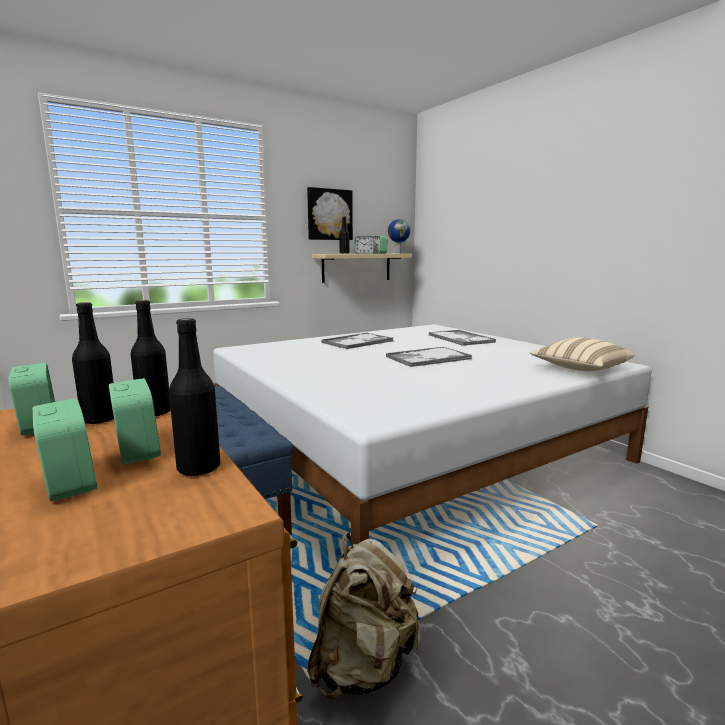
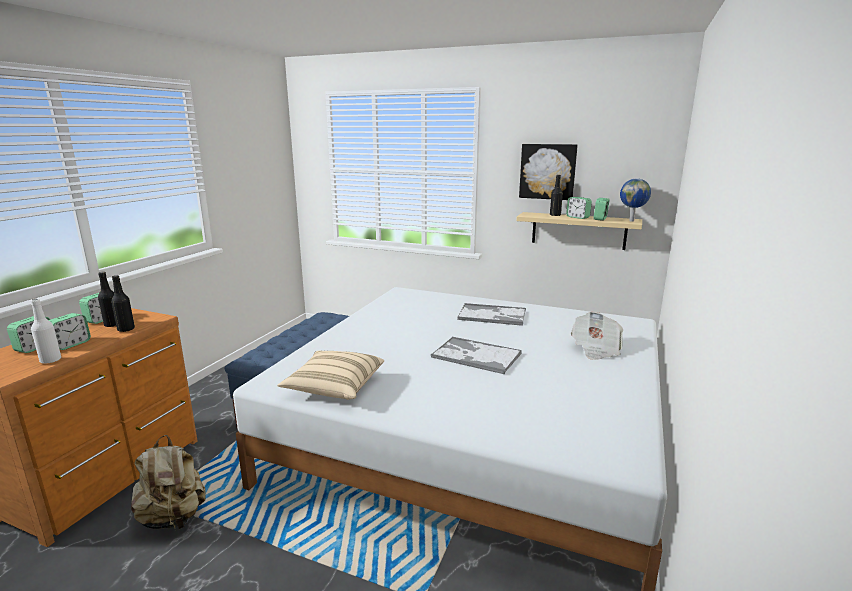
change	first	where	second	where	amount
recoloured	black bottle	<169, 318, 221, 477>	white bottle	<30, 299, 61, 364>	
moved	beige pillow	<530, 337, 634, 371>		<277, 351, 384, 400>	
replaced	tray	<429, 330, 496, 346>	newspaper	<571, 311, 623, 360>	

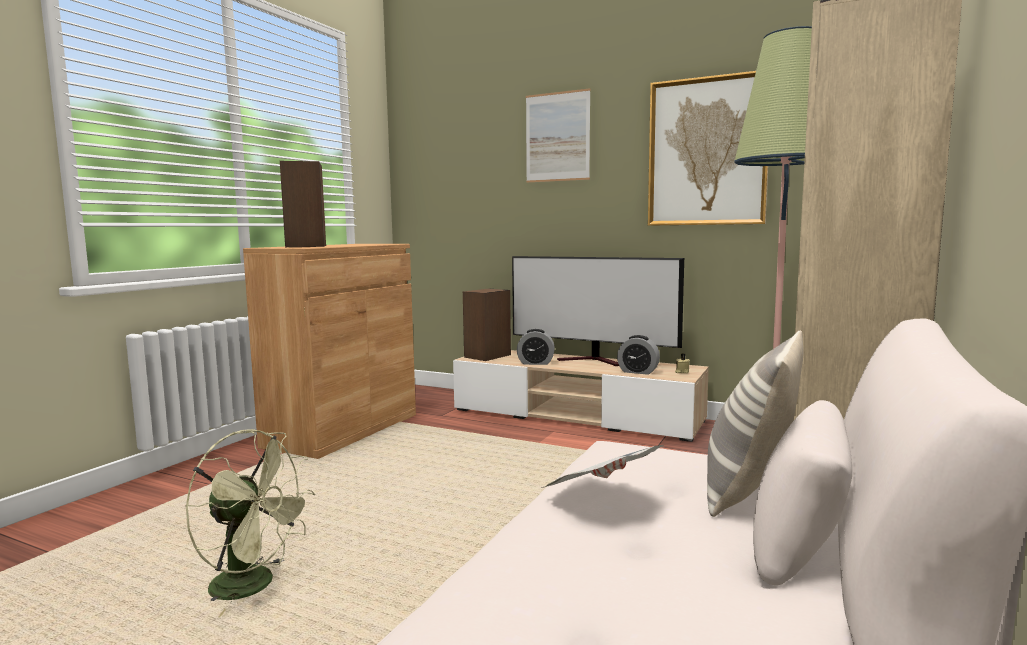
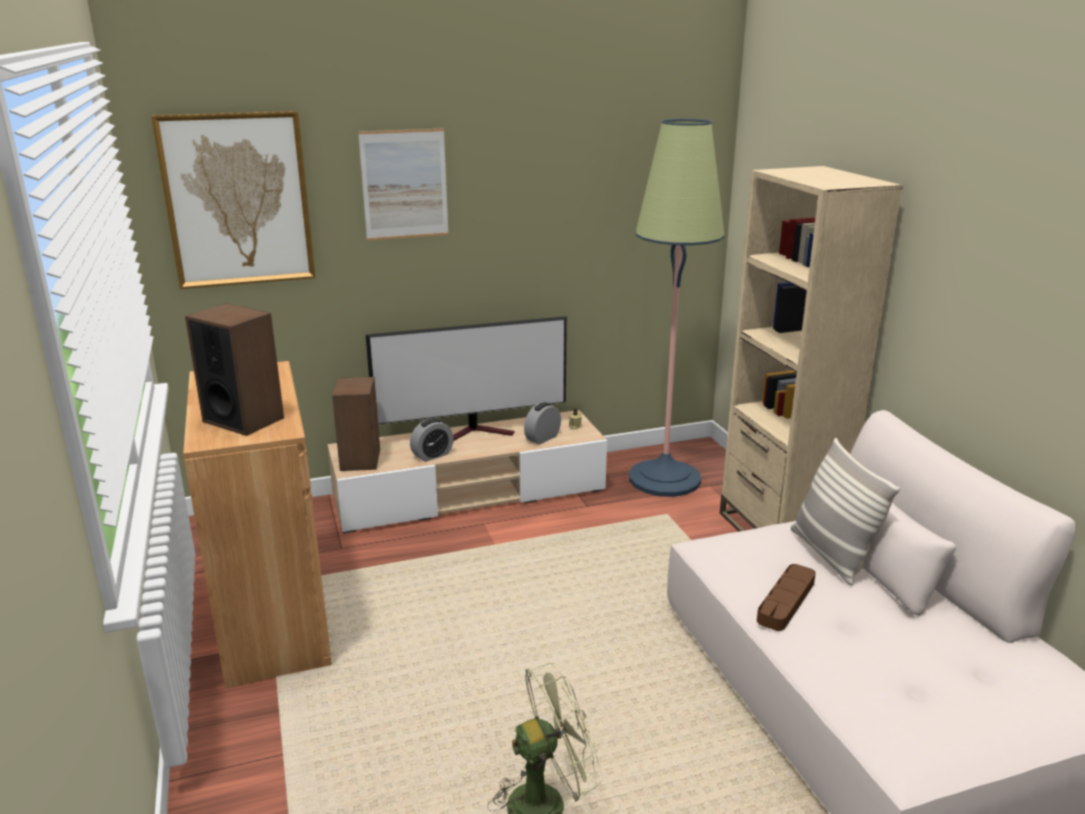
change	first	where	second	where	amount
moved	picture	<648, 71, 768, 226>		<151, 111, 315, 289>	
turned	alarm clock	<617, 335, 660, 375>		<524, 402, 561, 445>	150 degrees clockwise
replaced	newspaper	<541, 445, 664, 488>	brown tray	<757, 564, 816, 631>	

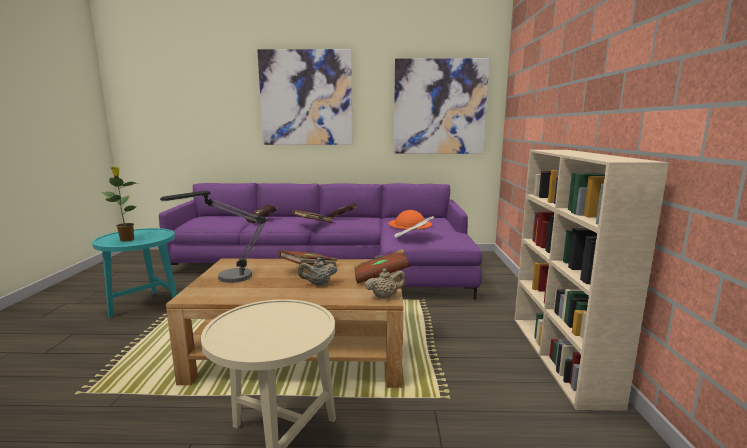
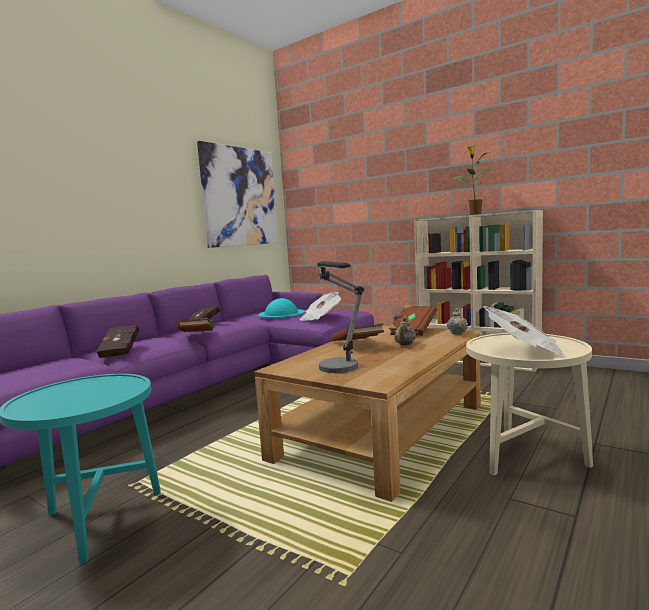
change	first	where	second	where	amount
recoloured	orange hat	<388, 210, 432, 229>	turquoise hat	<258, 298, 305, 318>	
moved	potted plant	<102, 167, 138, 242>		<451, 146, 493, 215>	
added			newspaper	<483, 306, 566, 356>	
removed	picture	<257, 49, 353, 145>			

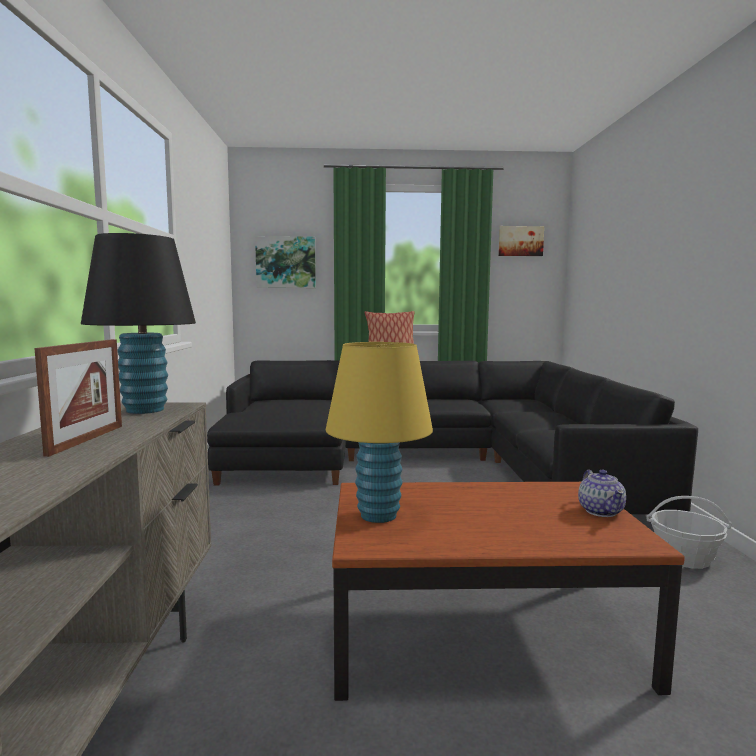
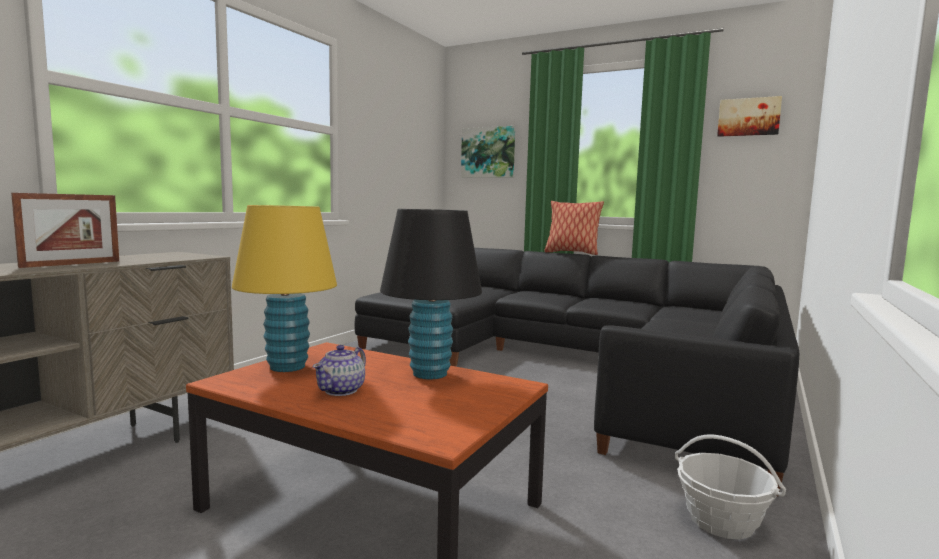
change	first	where	second	where	amount
moved	teapot	<578, 470, 626, 517>		<312, 345, 366, 396>	
moved	black table lamp	<81, 233, 196, 414>		<380, 209, 482, 379>	

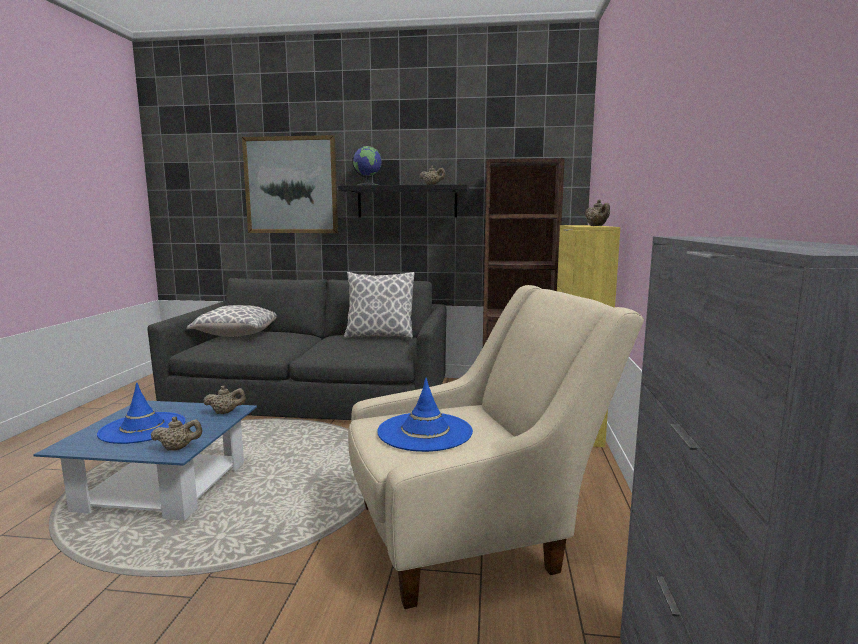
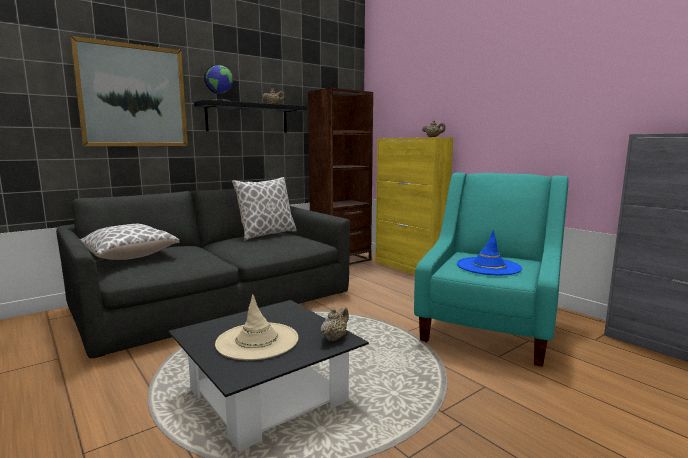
change	first	where	second	where	amount
recoloured	blue coffee table	<33, 401, 257, 521>	black coffee table	<169, 300, 369, 452>	
recoloured	blue hat	<97, 382, 185, 444>	beige hat	<215, 294, 298, 360>	
recoloured	beige armchair	<348, 285, 644, 609>	turquoise armchair	<414, 173, 568, 367>	
removed	beige teapot	<203, 385, 246, 414>			

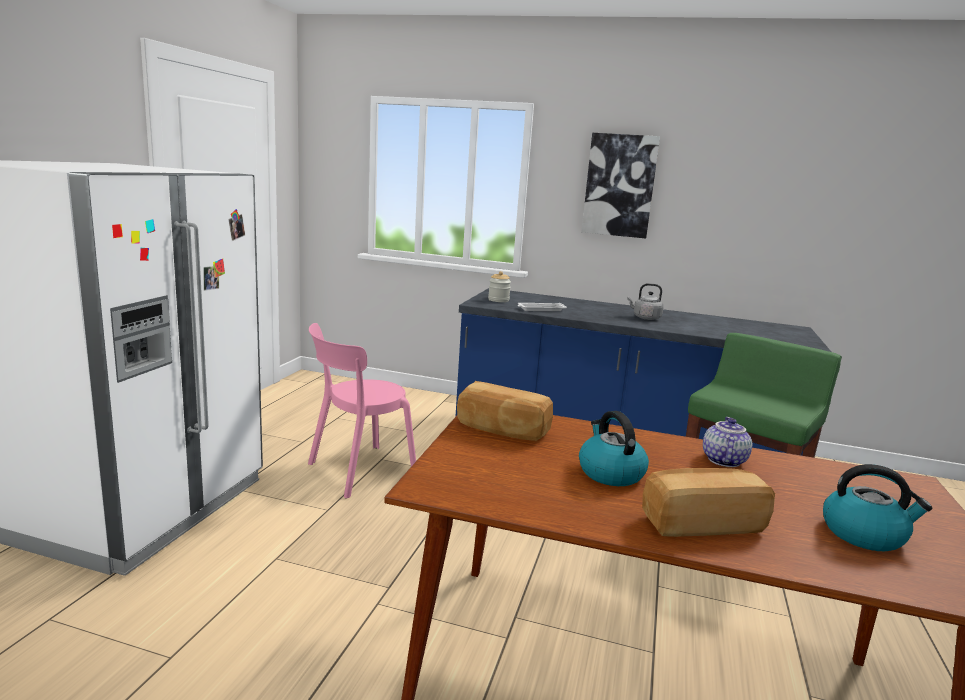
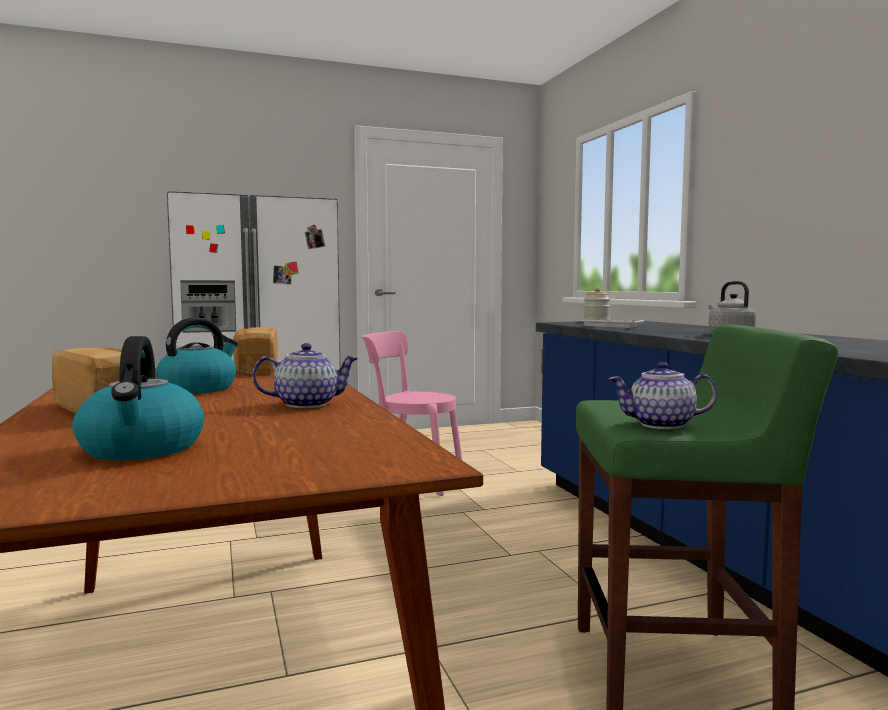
change	first	where	second	where	amount
added			teapot	<608, 362, 717, 429>	
removed	picture	<581, 133, 660, 238>			

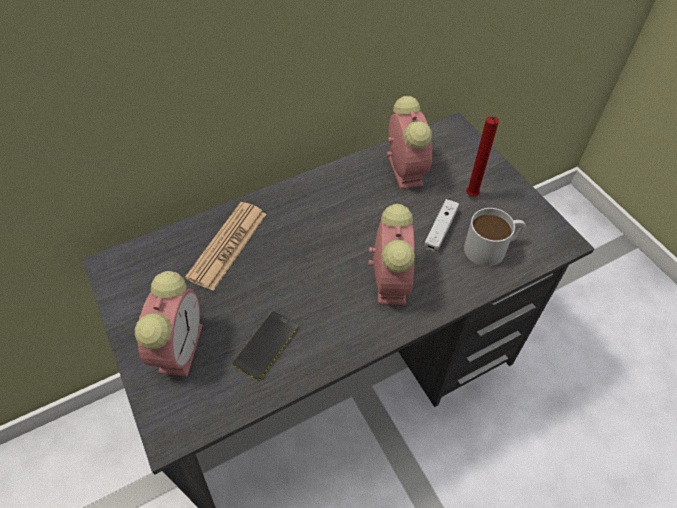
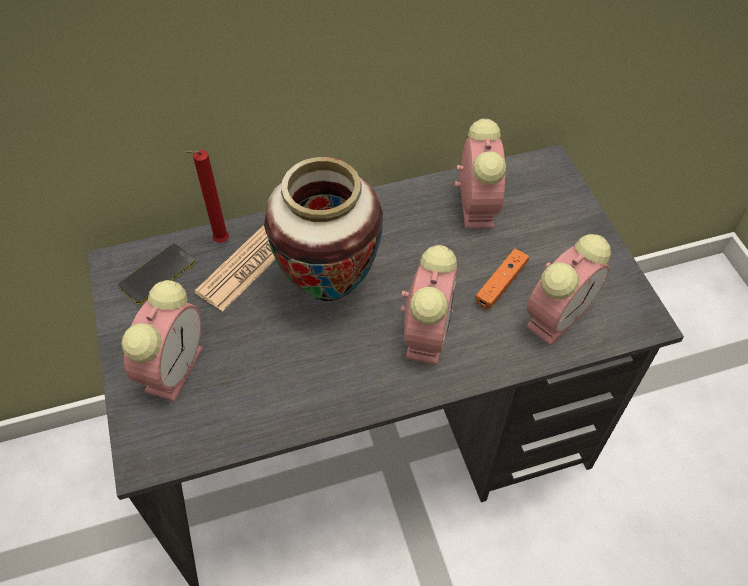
change	first	where	second	where	amount
moved	phone	<233, 311, 298, 381>		<118, 243, 195, 305>	
moved	red candle	<466, 116, 499, 197>		<185, 150, 229, 243>	
added			vase	<264, 157, 383, 301>	
recoloured	white game controller	<424, 199, 459, 253>	orange game controller	<475, 249, 529, 310>	
replaced	white mug	<464, 208, 526, 266>	alarm clock	<525, 234, 611, 346>	

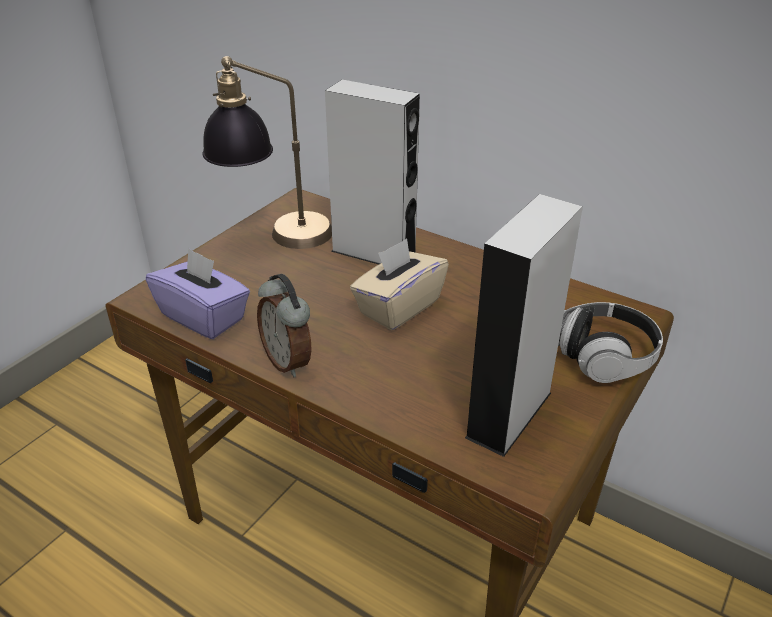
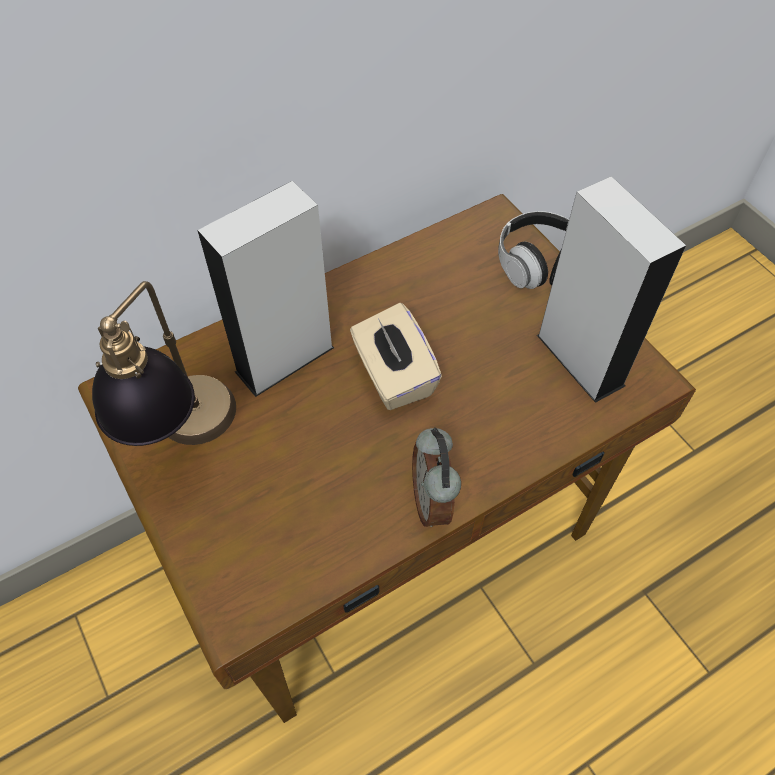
change	first	where	second	where	amount
turned	alarm clock	<257, 274, 312, 377>		<412, 427, 461, 527>	90 degrees clockwise
removed	purple tissue box	<146, 248, 250, 339>			

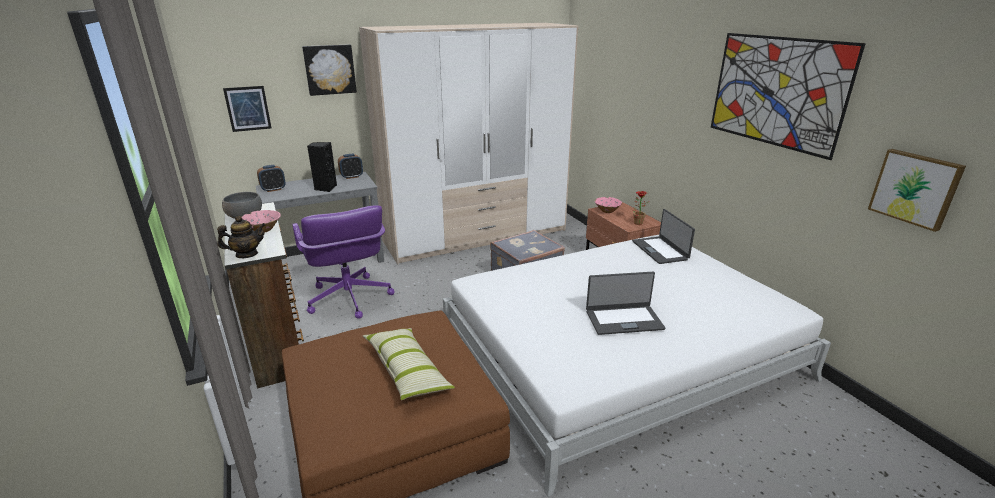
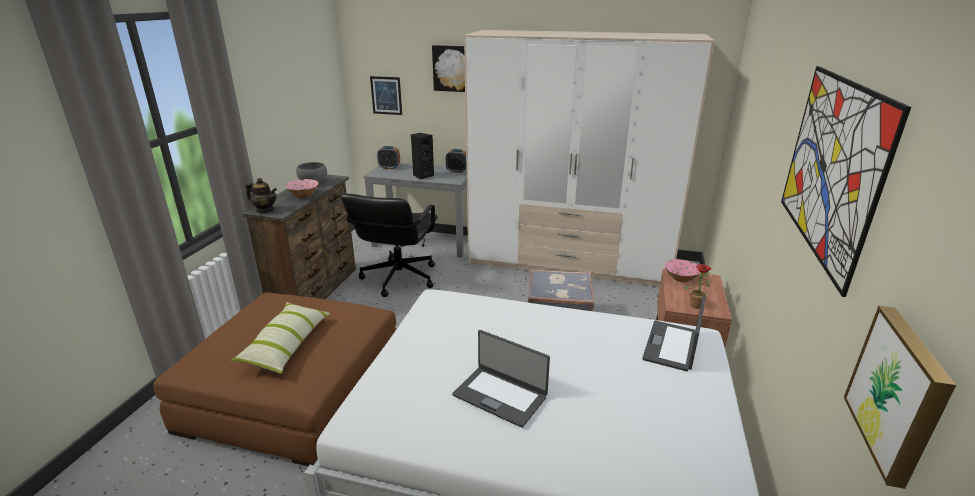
change	first	where	second	where	amount
recoloured	purple office chair	<292, 205, 395, 319>	black office chair	<341, 194, 438, 297>	

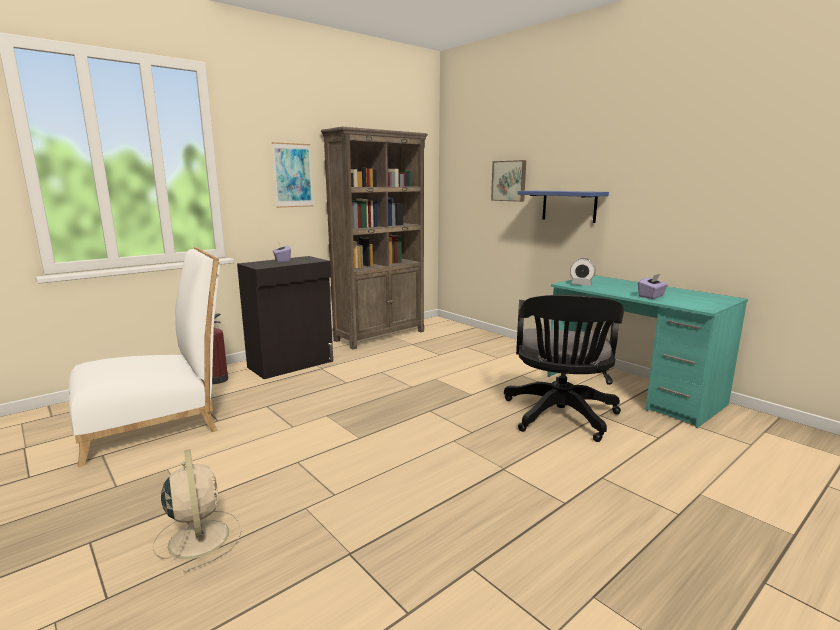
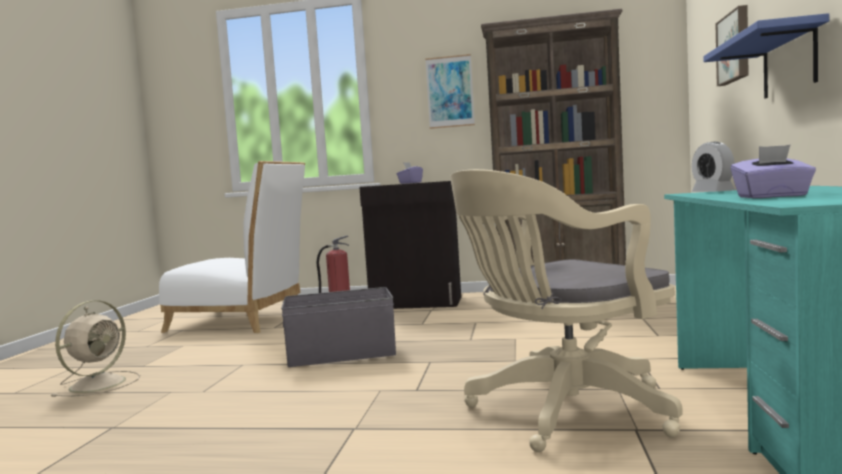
change	first	where	second	where	amount
added			grey storage box	<281, 287, 396, 367>	
recoloured	black office chair	<504, 295, 624, 442>	beige office chair	<450, 169, 683, 452>	

